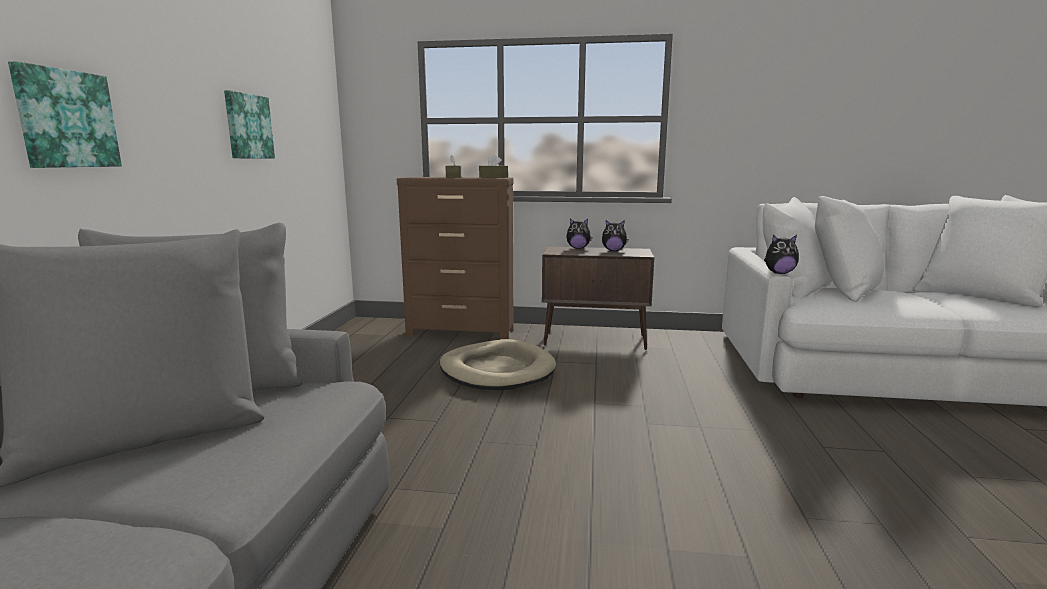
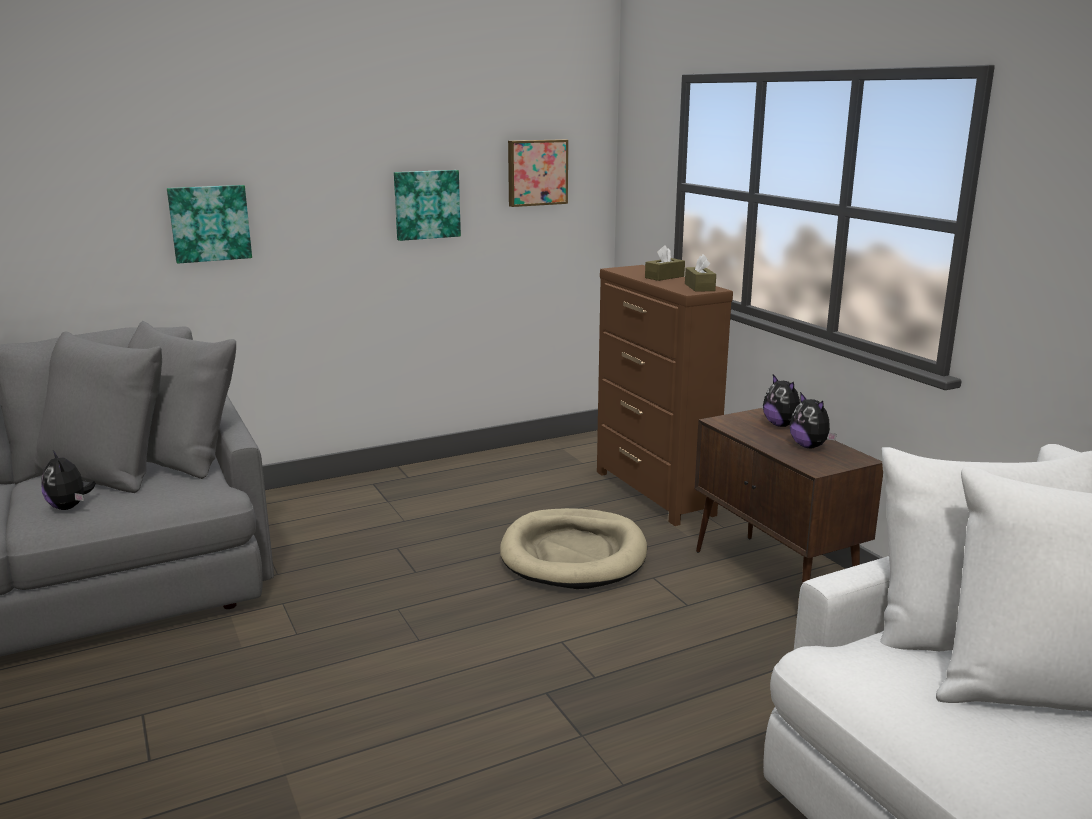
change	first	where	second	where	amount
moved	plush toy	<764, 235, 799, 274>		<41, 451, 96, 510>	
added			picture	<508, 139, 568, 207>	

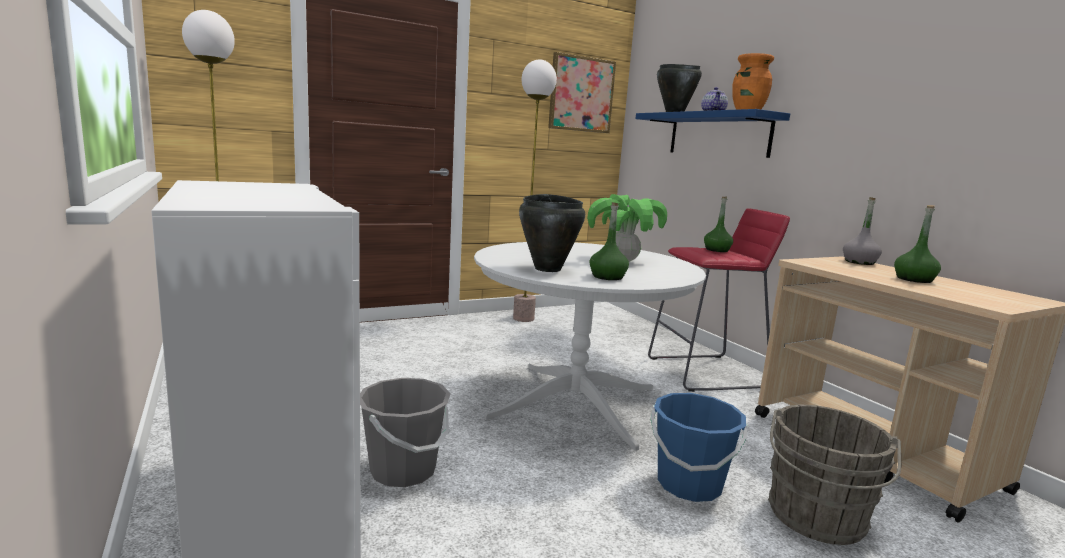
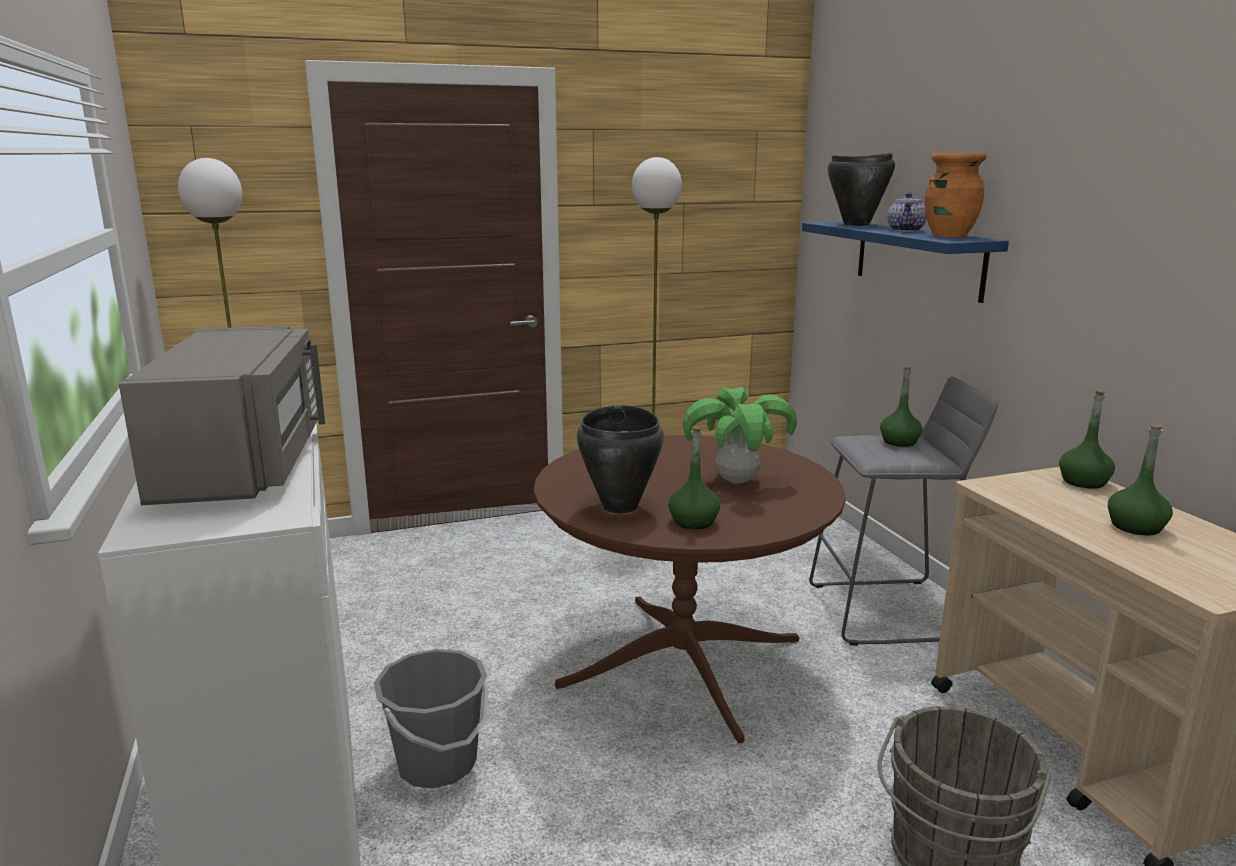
change	first	where	second	where	amount
added			grey microwave	<119, 326, 325, 505>	
recoloured	white dining table	<474, 242, 706, 451>	brown dining table	<534, 435, 846, 743>	
recoloured	red stool	<648, 208, 790, 392>	grey stool	<809, 376, 998, 646>	
recoloured	grey bottle	<843, 197, 882, 265>	green bottle	<1059, 390, 1115, 489>	
removed	picture	<548, 52, 616, 133>			
removed	blue bucket	<651, 393, 748, 502>			

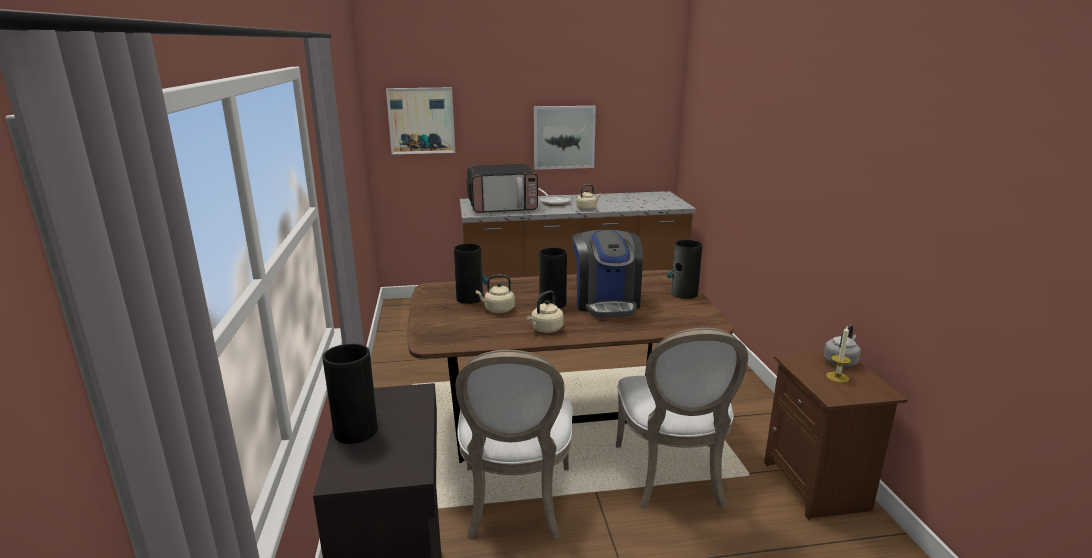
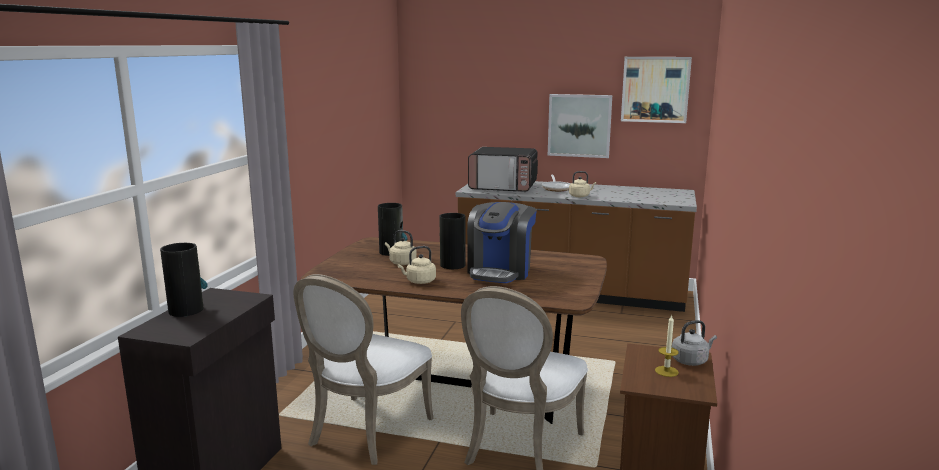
change	first	where	second	where	amount
moved	picture	<386, 88, 455, 154>		<621, 57, 692, 123>	
removed	vase	<667, 240, 702, 299>			

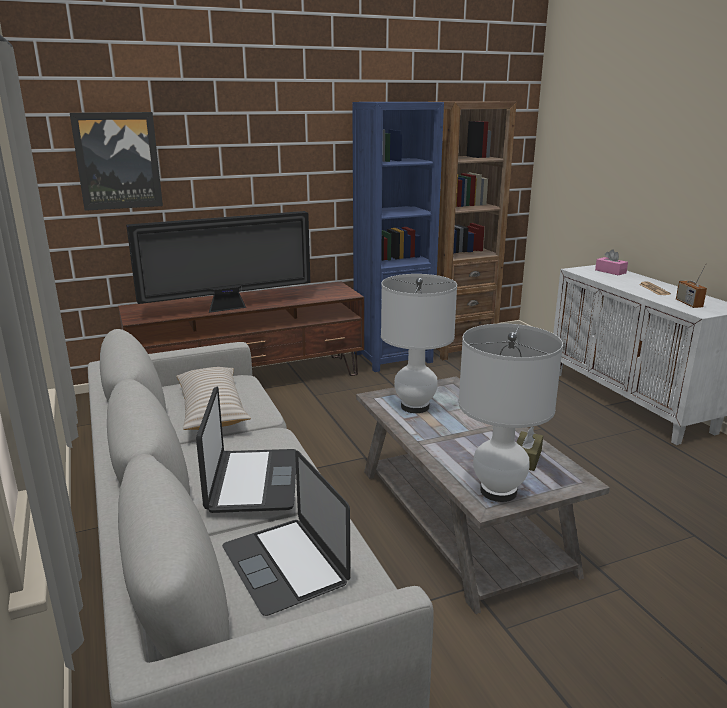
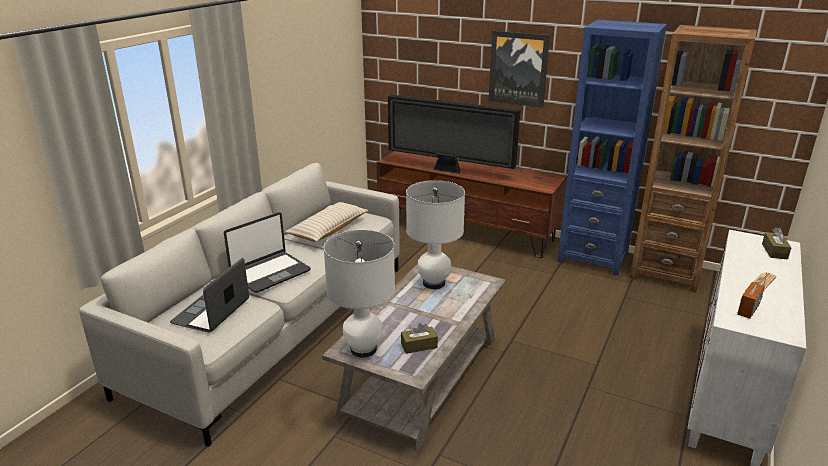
change	first	where	second	where	amount
moved	picture	<70, 112, 163, 211>		<489, 31, 550, 108>	
recoloured	pink tissue box	<595, 249, 628, 275>	brown tissue box	<762, 227, 791, 259>	

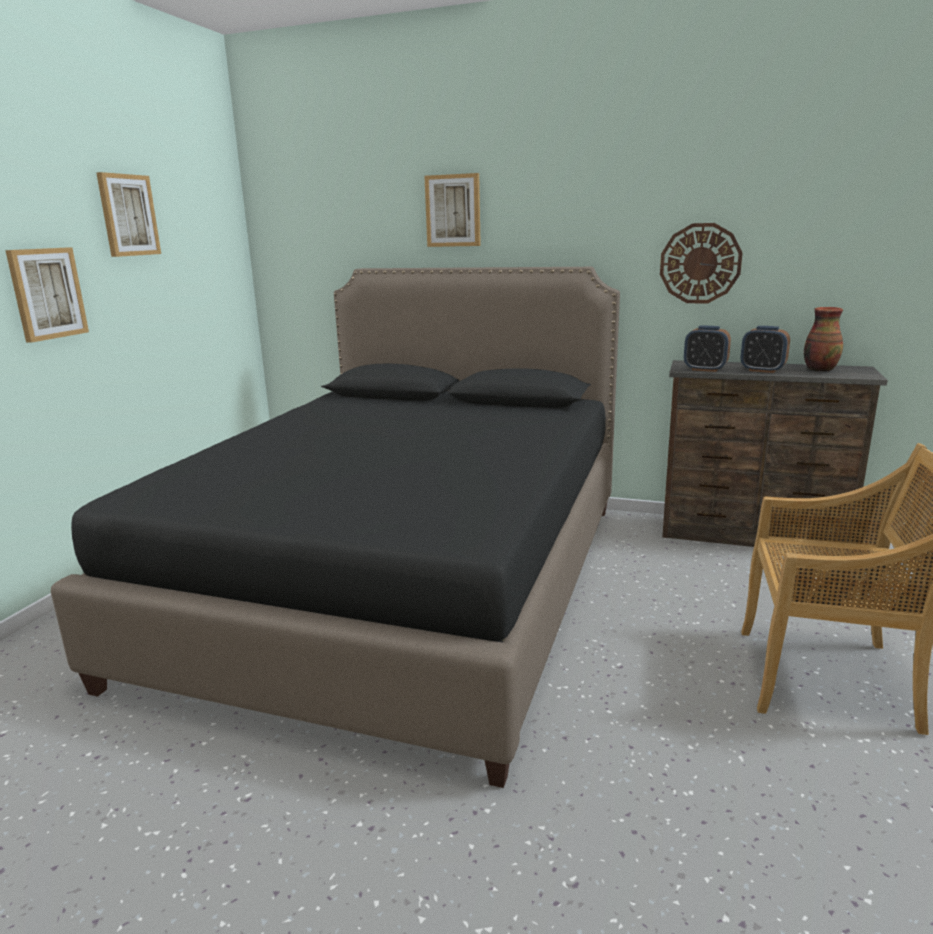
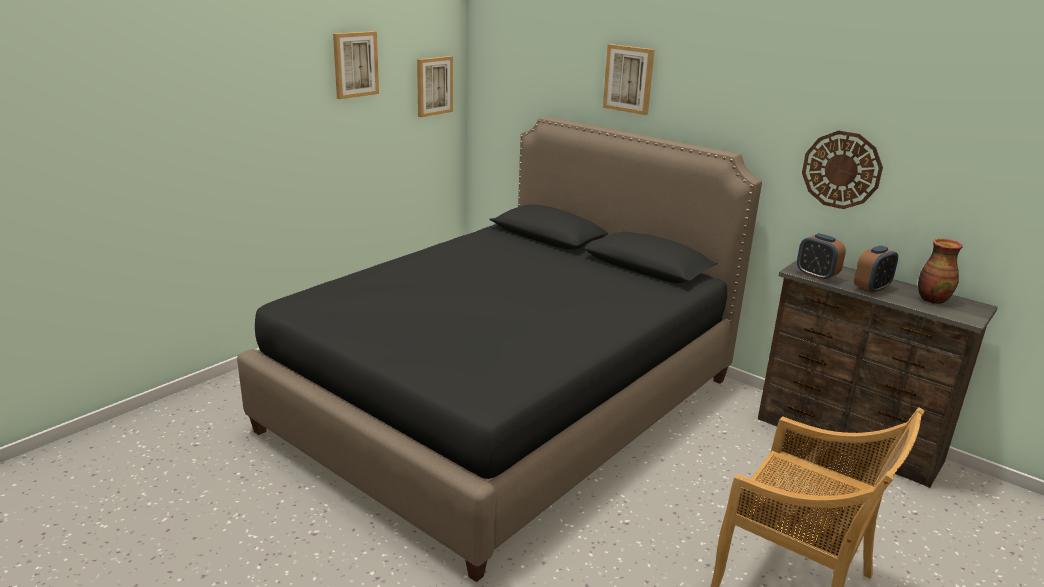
change	first	where	second	where	amount
moved	picture	<5, 247, 89, 343>		<417, 56, 453, 117>	
turned	alarm clock	<741, 326, 790, 373>		<854, 246, 898, 294>	90 degrees counterclockwise

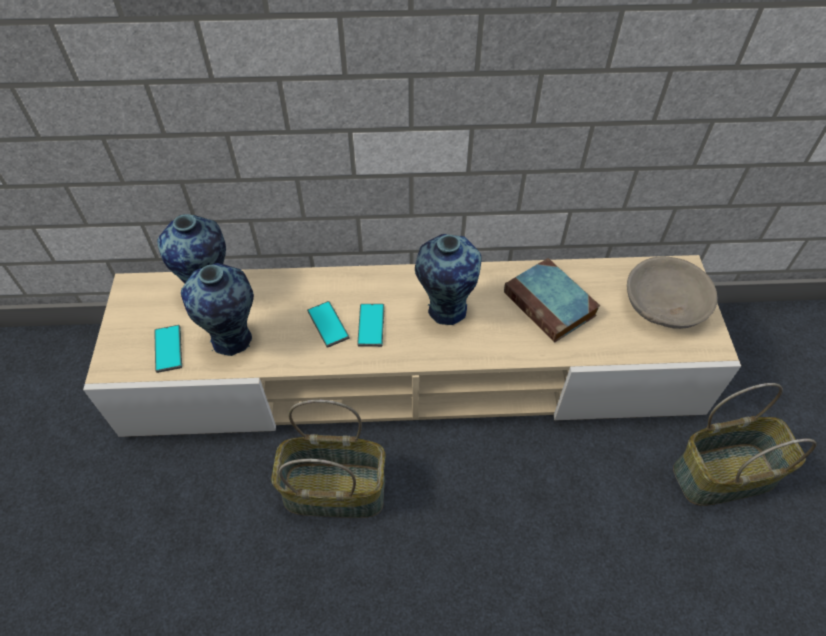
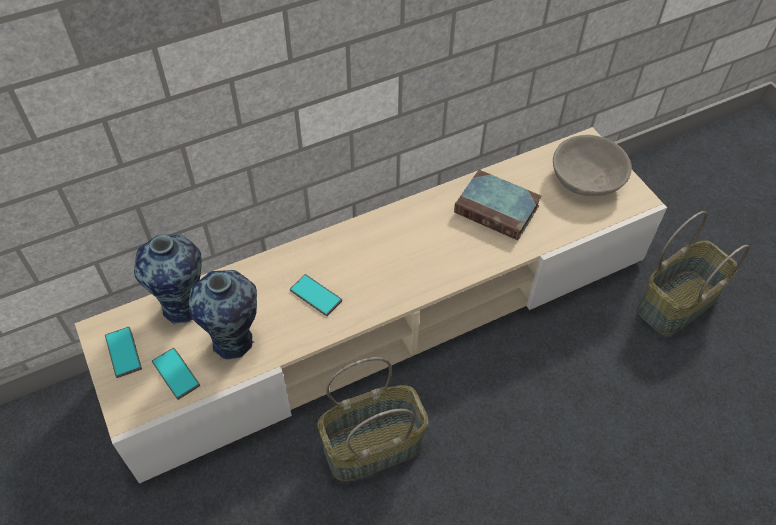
change	first	where	second	where	amount
moved	phone	<357, 304, 384, 347>		<105, 327, 142, 378>	
removed	vase	<415, 234, 482, 325>			

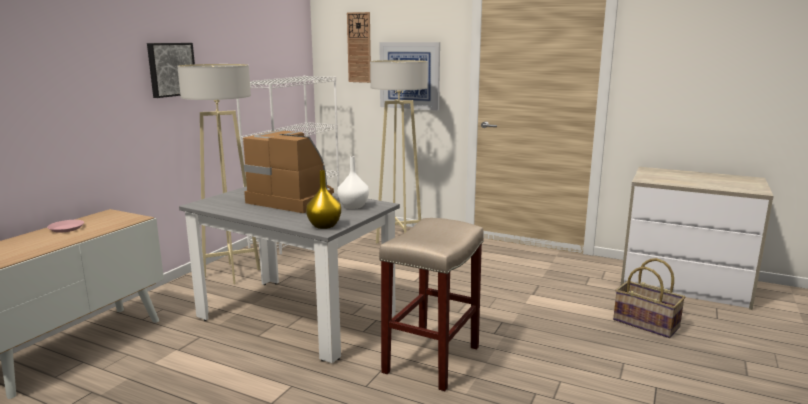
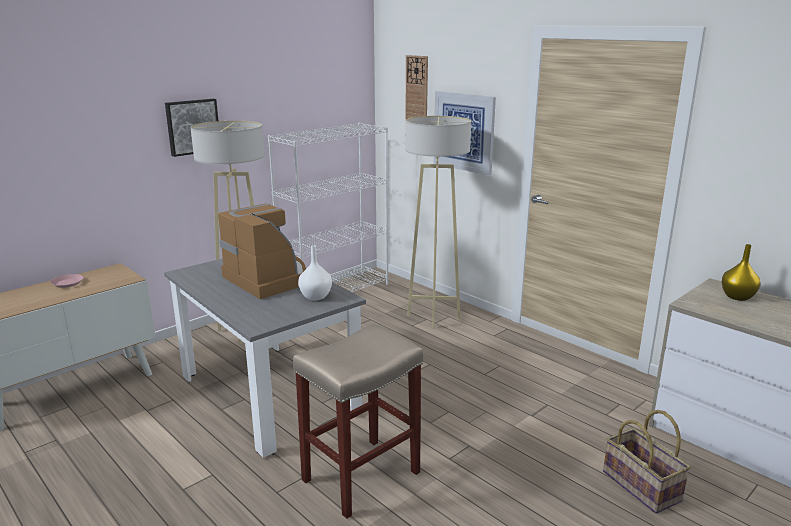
change	first	where	second	where	amount
moved	yellow vase	<306, 170, 341, 229>		<722, 244, 760, 301>	

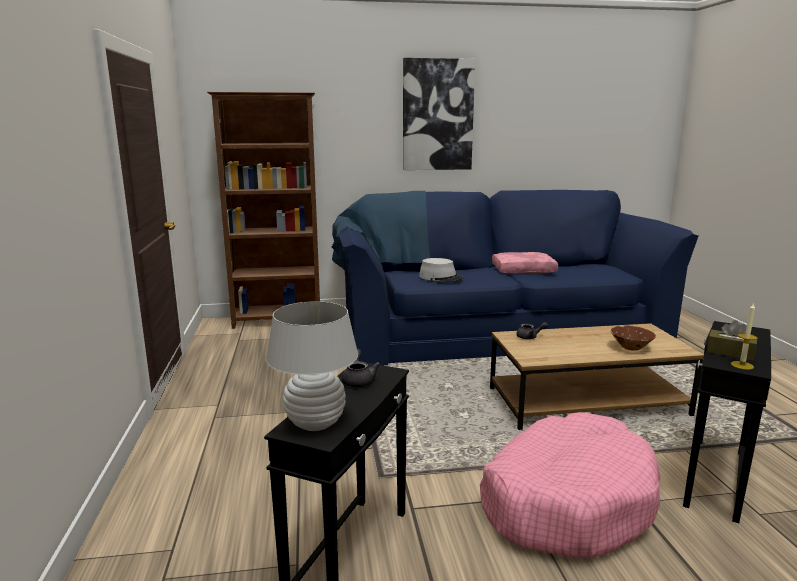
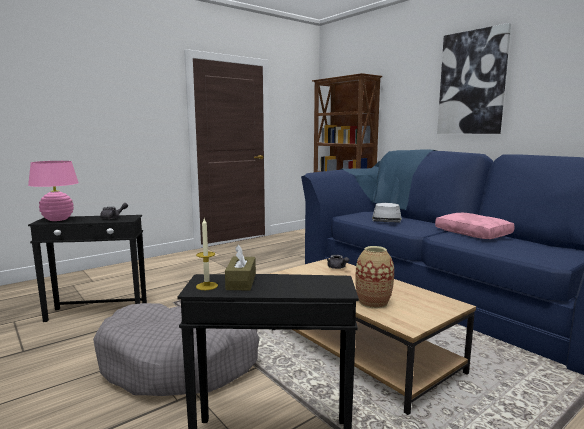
change	first	where	second	where	amount
recoloured	white table lamp	<266, 301, 358, 431>	pink table lamp	<28, 161, 79, 221>	
recoloured	pink dog bed	<480, 412, 661, 558>	grey dog bed	<93, 303, 260, 396>	
replaced	brown bowl	<611, 325, 656, 351>	vase	<355, 246, 394, 309>	

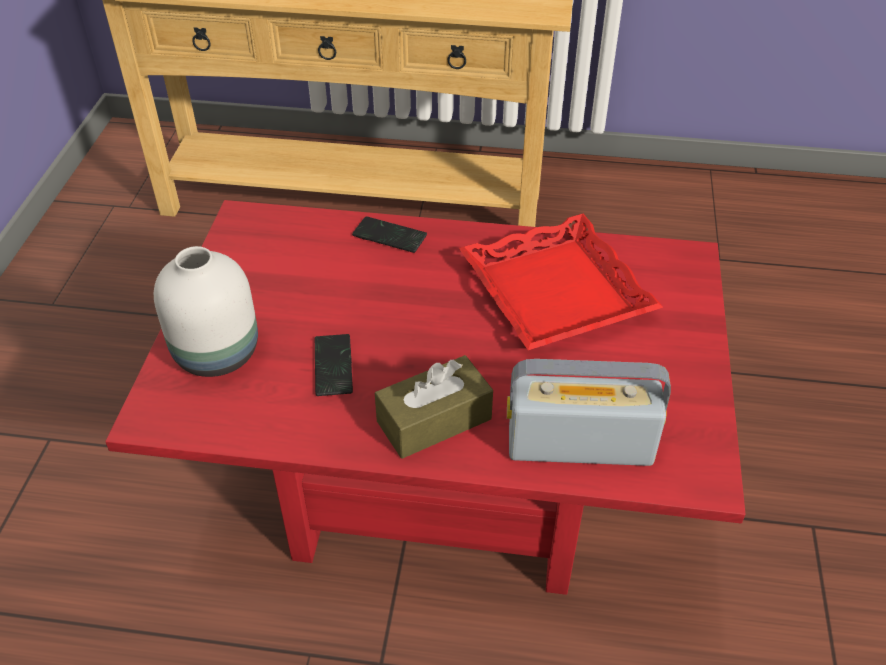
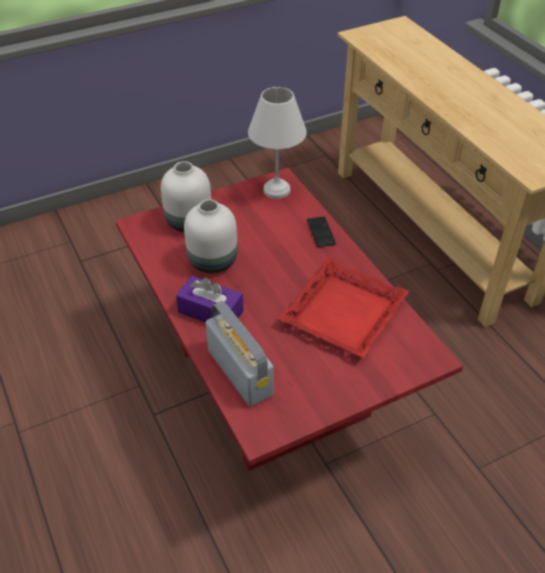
change	first	where	second	where	amount
recoloured	brown tissue box	<375, 355, 493, 459>	purple tissue box	<176, 276, 244, 323>	
replaced	phone	<315, 334, 353, 396>	white vase	<184, 199, 237, 273>	
added			white table lamp	<248, 87, 307, 199>	

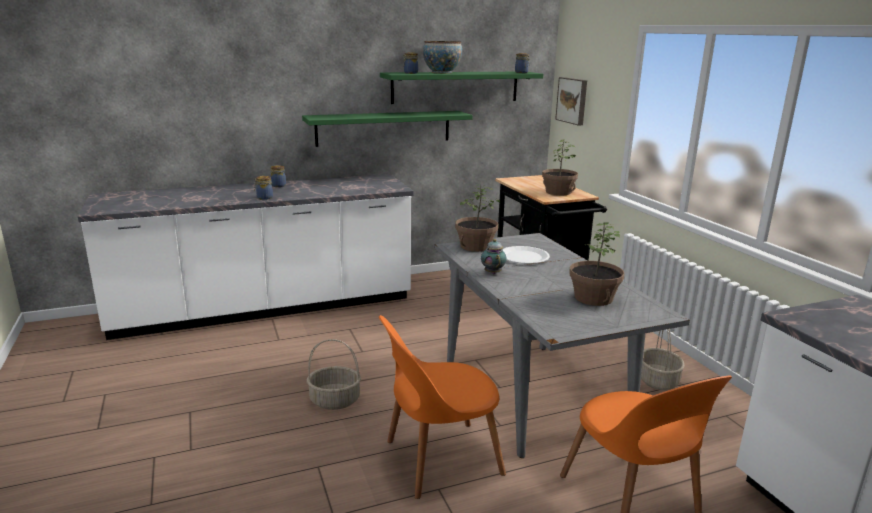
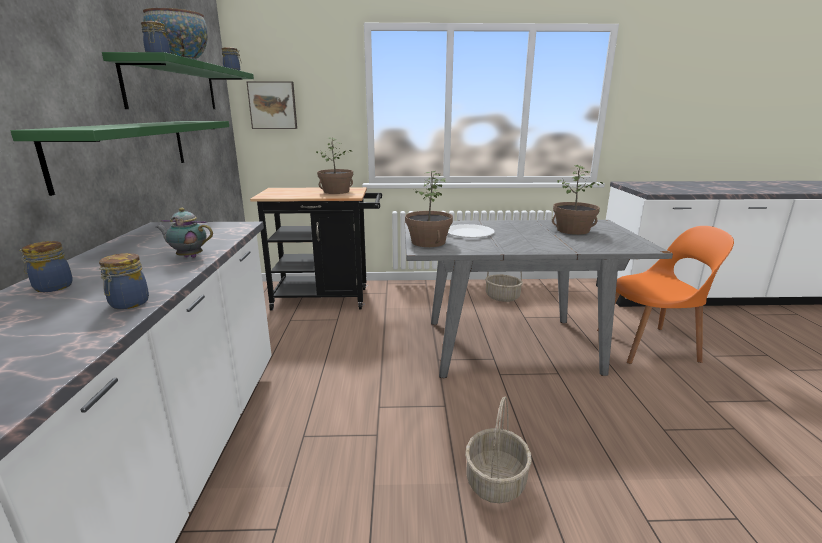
change	first	where	second	where	amount
moved	teapot	<481, 239, 507, 274>		<156, 208, 213, 258>	
removed	orange chair	<379, 315, 506, 499>			

